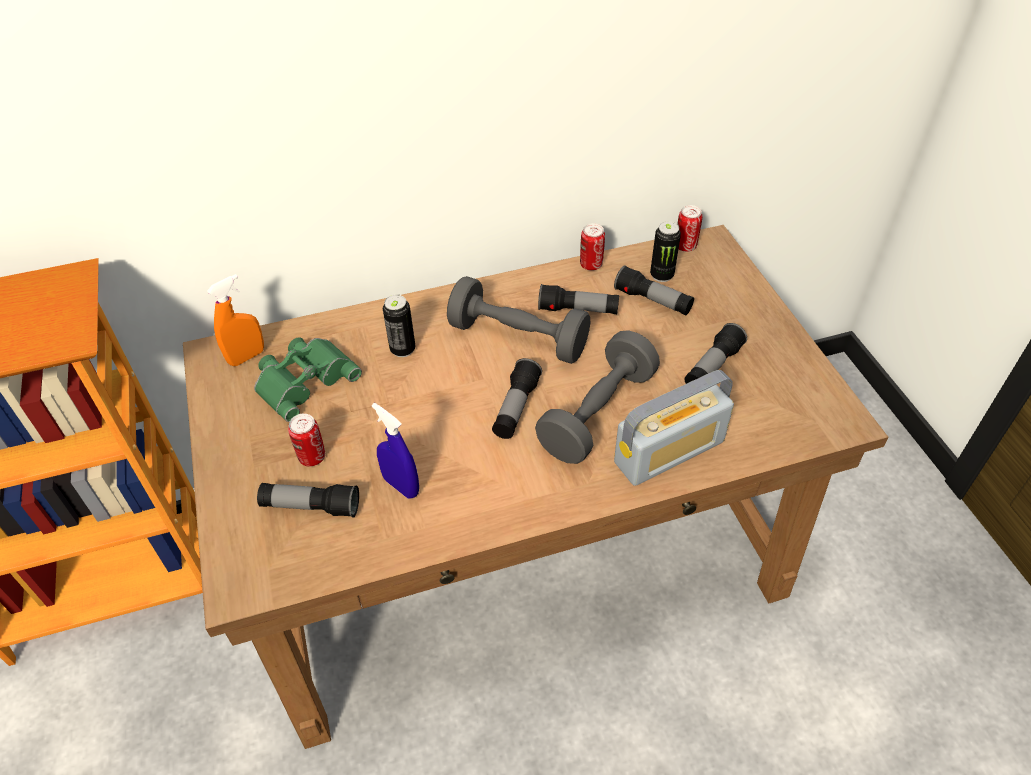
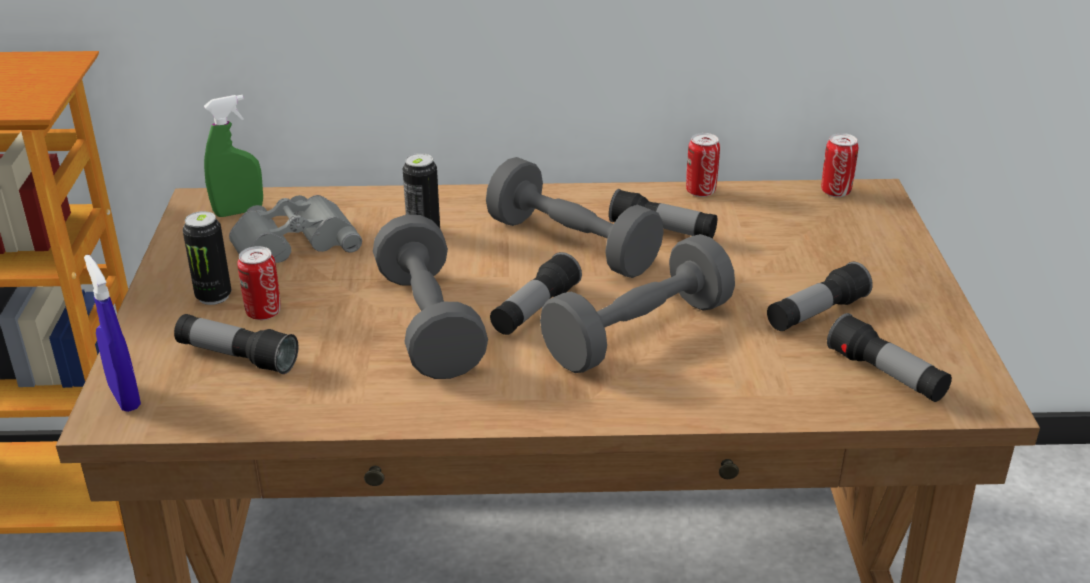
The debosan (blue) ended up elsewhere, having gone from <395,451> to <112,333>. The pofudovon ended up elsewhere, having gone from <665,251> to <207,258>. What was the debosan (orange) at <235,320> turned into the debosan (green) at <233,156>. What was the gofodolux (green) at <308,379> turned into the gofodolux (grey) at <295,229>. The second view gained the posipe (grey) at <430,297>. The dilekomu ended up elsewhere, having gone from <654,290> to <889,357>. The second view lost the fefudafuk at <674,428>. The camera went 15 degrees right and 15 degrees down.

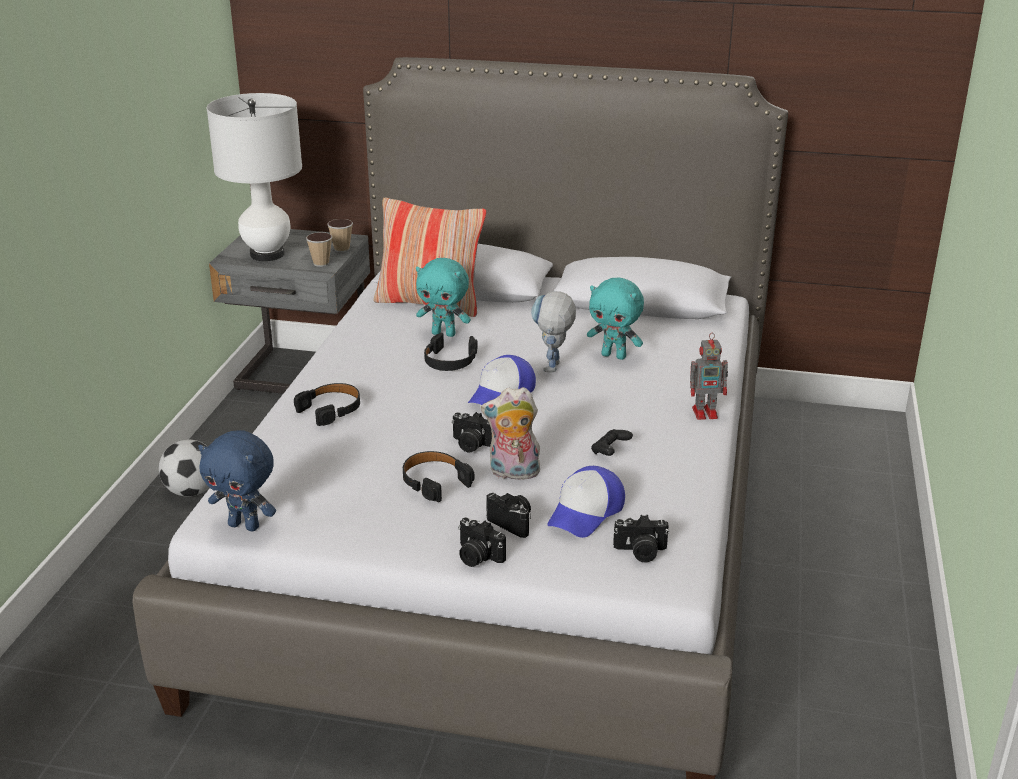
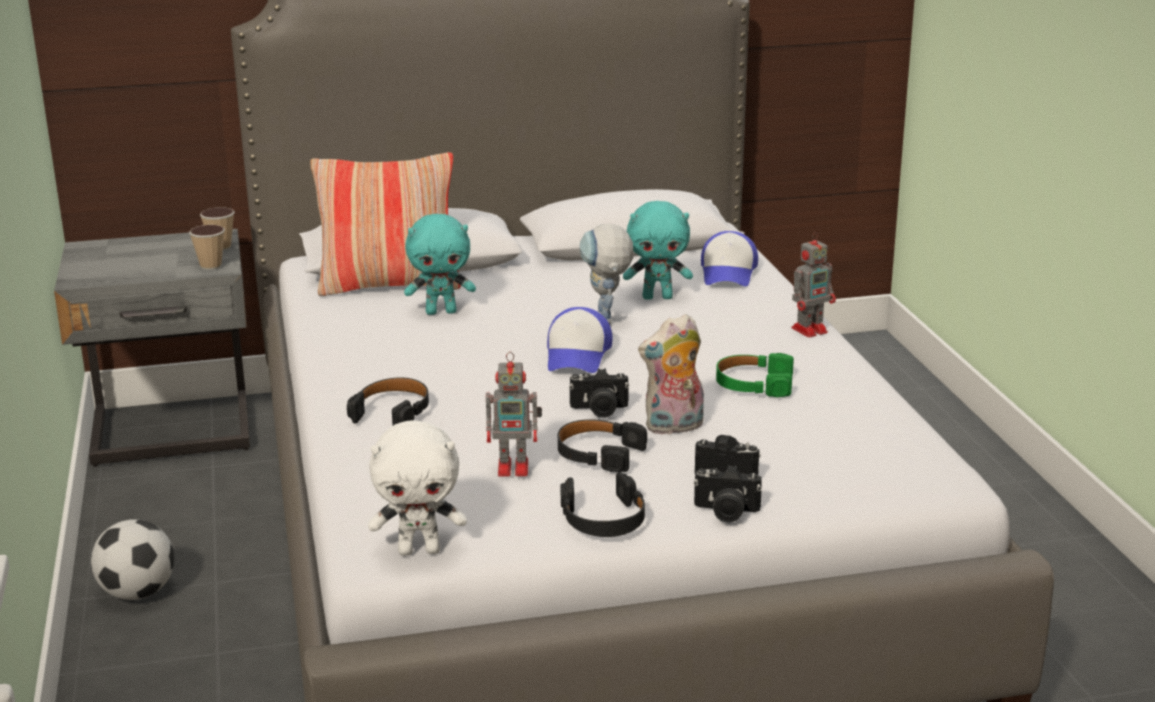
What was the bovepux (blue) at <237,480> turned into the bovepux (white) at <417,488>. The second view gained the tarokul at <514,414>. The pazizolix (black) ended up elsewhere, having gone from <450,352> to <603,504>. The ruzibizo ended up elsewhere, having gone from <586,502> to <729,258>. Where the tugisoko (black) stood at <612,442>, the pazizolix (green) came to stand at <755,375>. The second view lost the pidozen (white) at <254,177>. The second view lost the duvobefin at <641,539>. The camera went 25 degrees left and 5 degrees down.

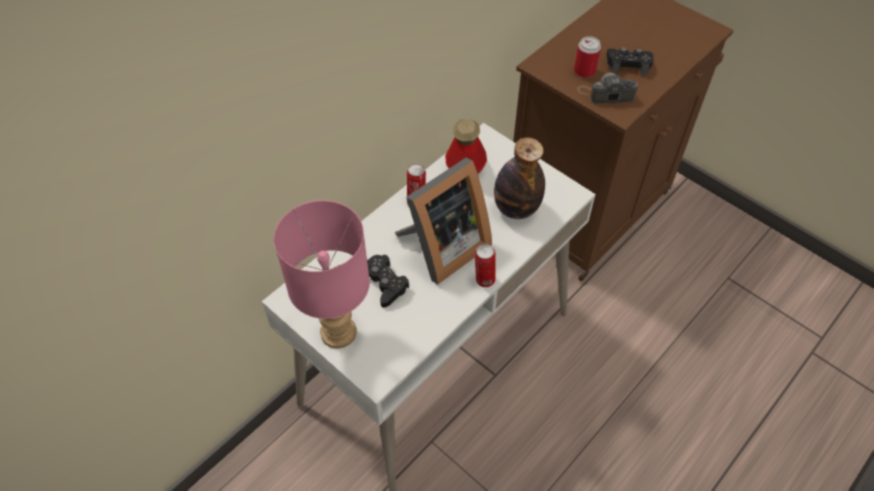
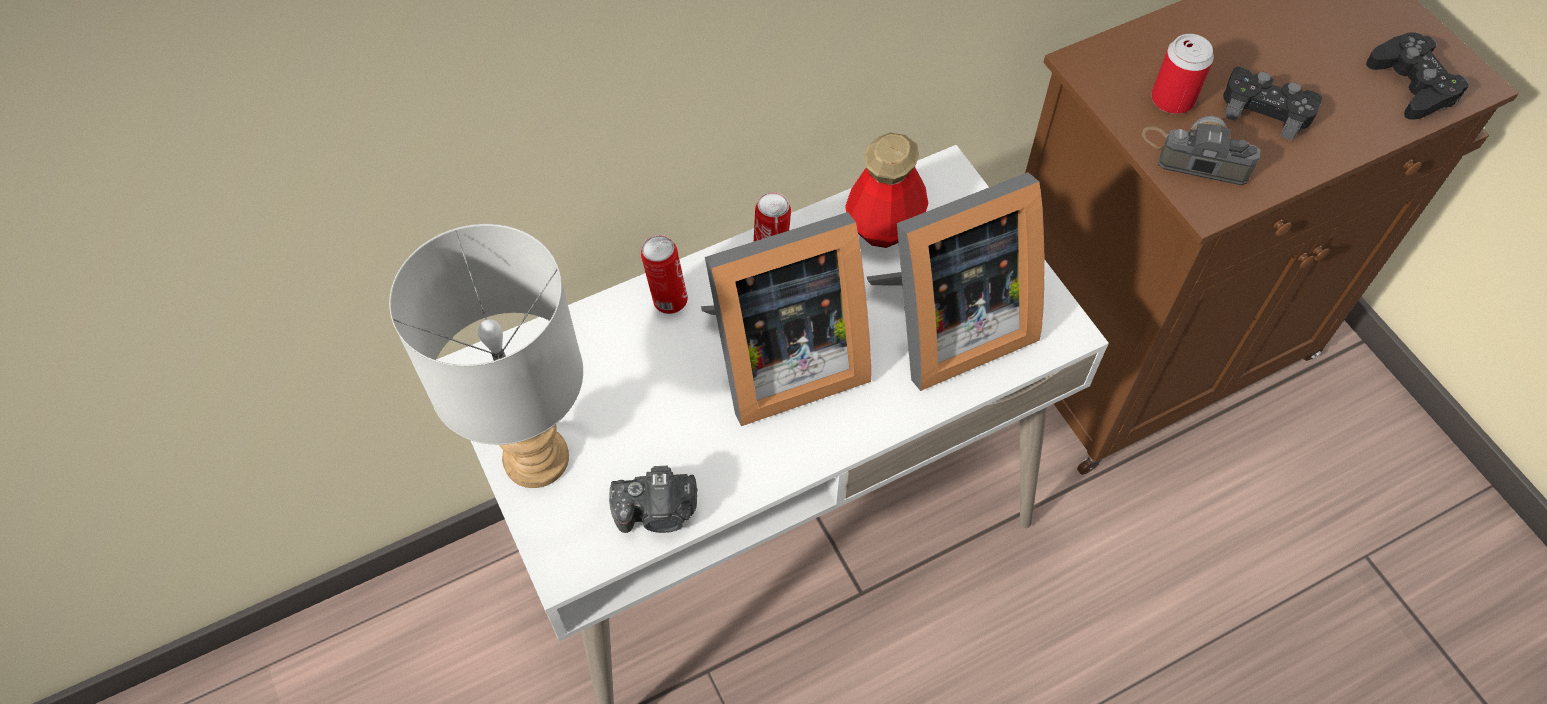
What was the pidozen (pink) at <322,274> turned into the pidozen (grey) at <486,356>. The second view gained the duvobefin at <653,499>. The pofudovon ended up elsewhere, having gone from <485,265> to <664,274>. Where the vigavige stood at <519,178>, the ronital came to stand at <955,281>. The tugisoko (black) ended up elsewhere, having gone from <388,281> to <1417,76>. The camera went 20 degrees right and 5 degrees up.

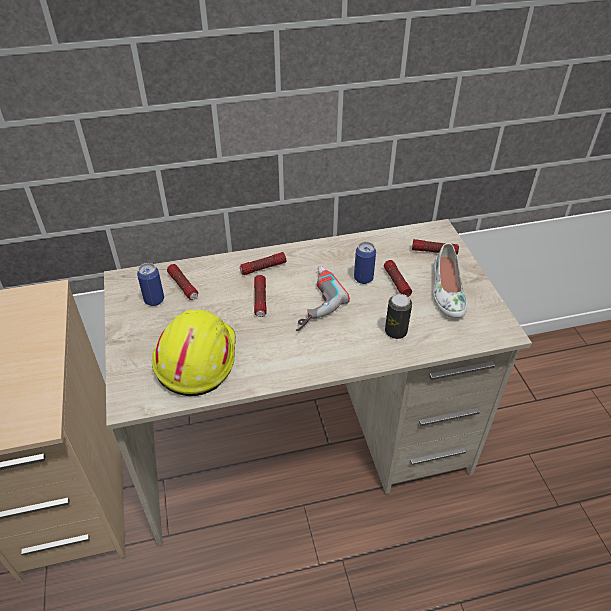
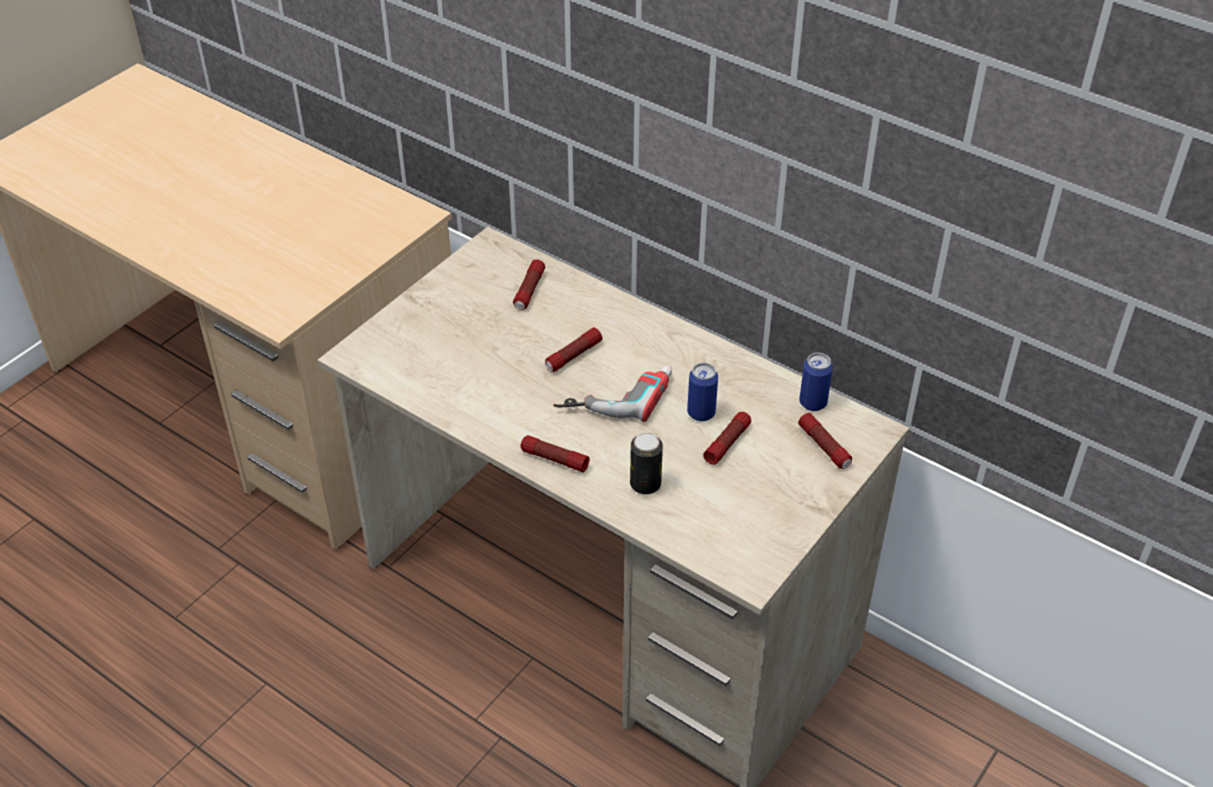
The dilekomu ended up elsewhere, having gone from <263,263> to <555,453>. The pofudovon ended up elsewhere, having gone from <150,284> to <816,382>. The second view lost the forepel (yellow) at <193,353>. The second view lost the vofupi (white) at <450,280>. The camera went 50 degrees right and 0 degrees up.

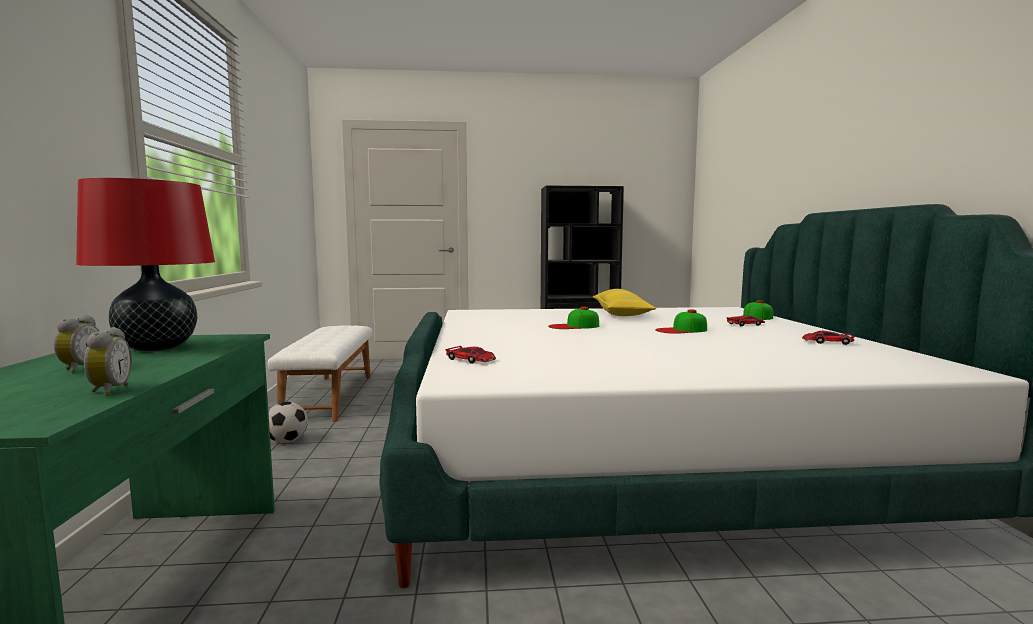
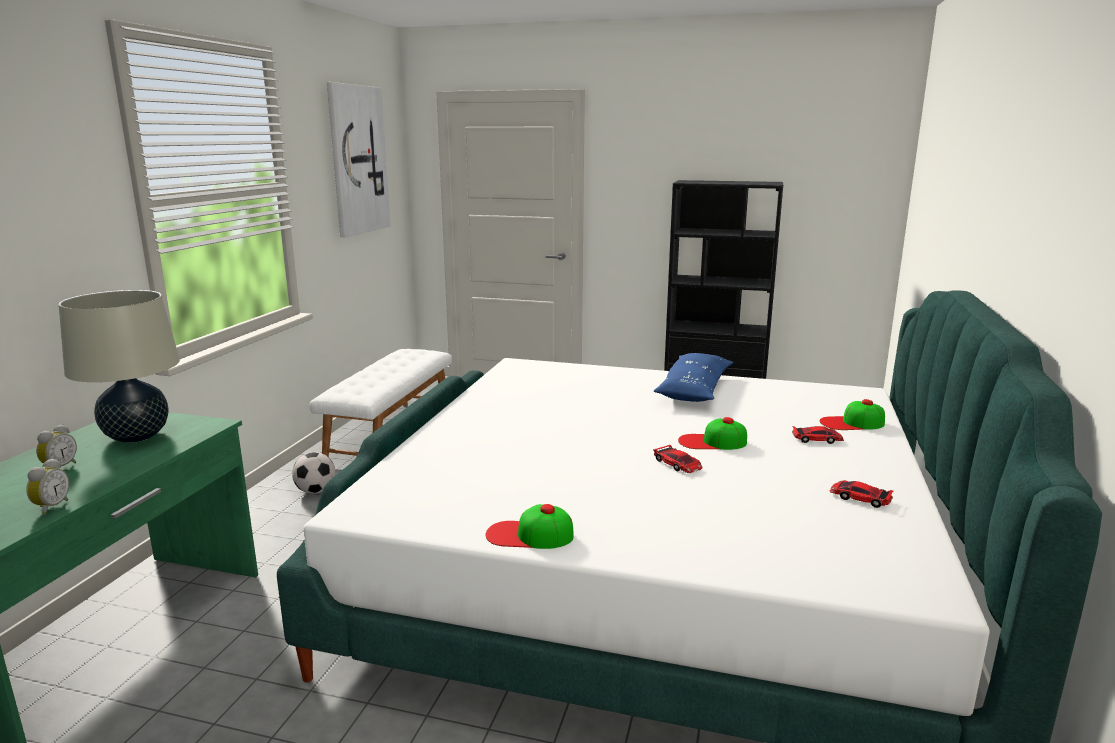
What was the pidozen (red) at <145,264> turned into the pidozen (beige) at <119,366>. The second view gained the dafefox at <359,159>. The ruzibizo ended up elsewhere, having gone from <573,318> to <530,526>. The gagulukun ended up elsewhere, having gone from <470,355> to <677,459>. What was the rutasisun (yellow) at <624,302> turned into the rutasisun (blue) at <693,377>. The camera went 20 degrees right and 10 degrees up.

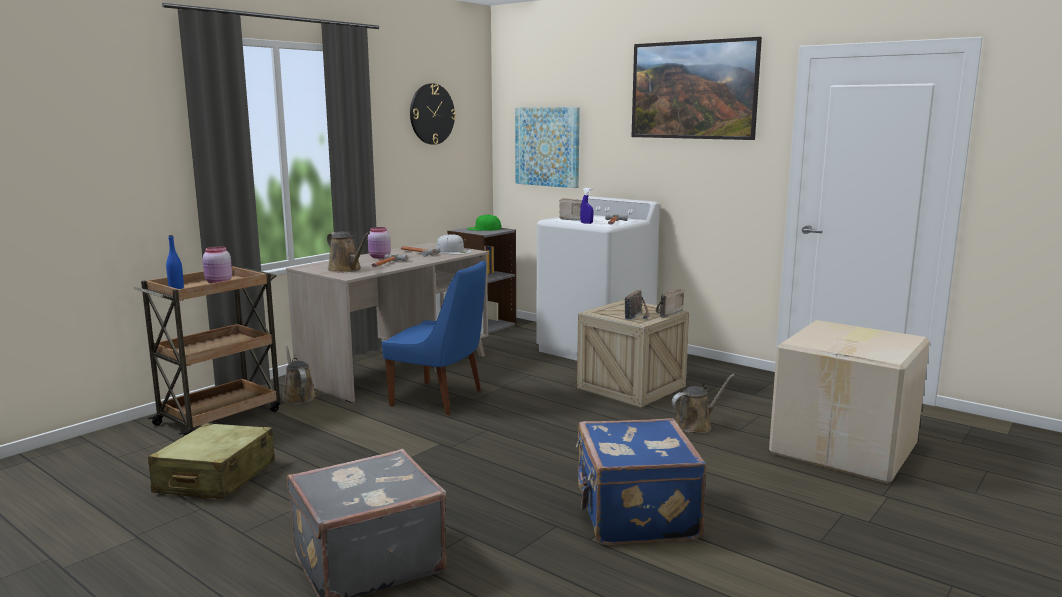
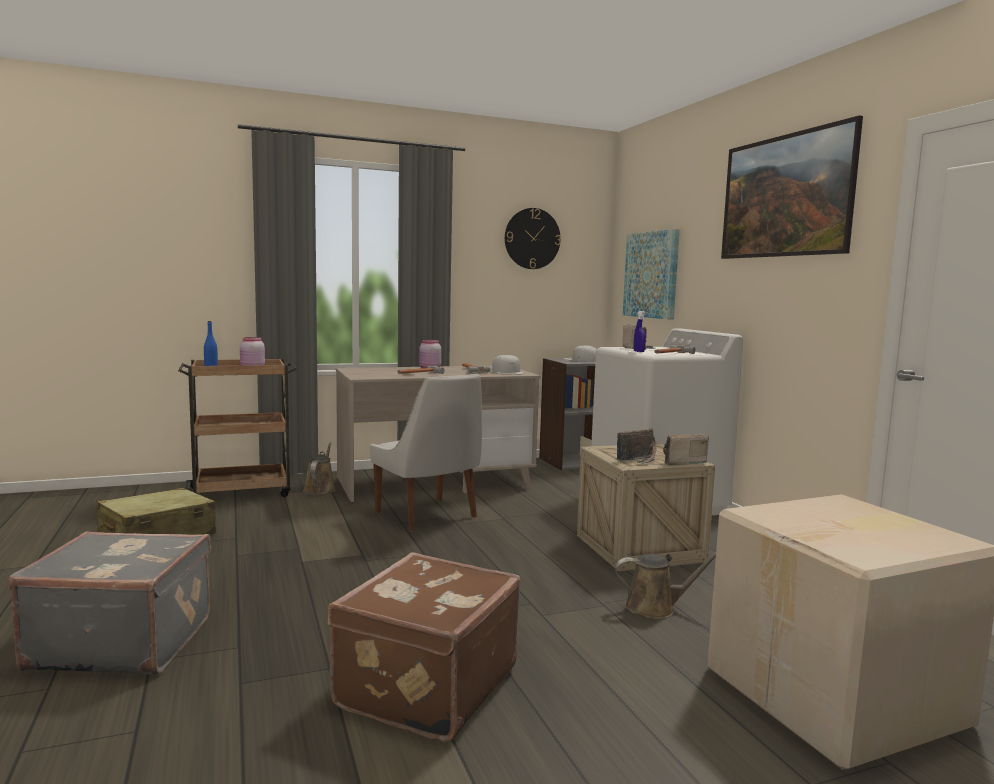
What was the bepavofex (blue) at <641,481> turned into the bepavofex (brown) at <424,647>. What was the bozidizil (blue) at <434,338> turned into the bozidizil (white) at <426,453>. What was the ruzibizo (green) at <484,222> turned into the ruzibizo (white) at <580,353>. The second view lost the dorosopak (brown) at <348,251>. The camera went 30 degrees right and 5 degrees down.

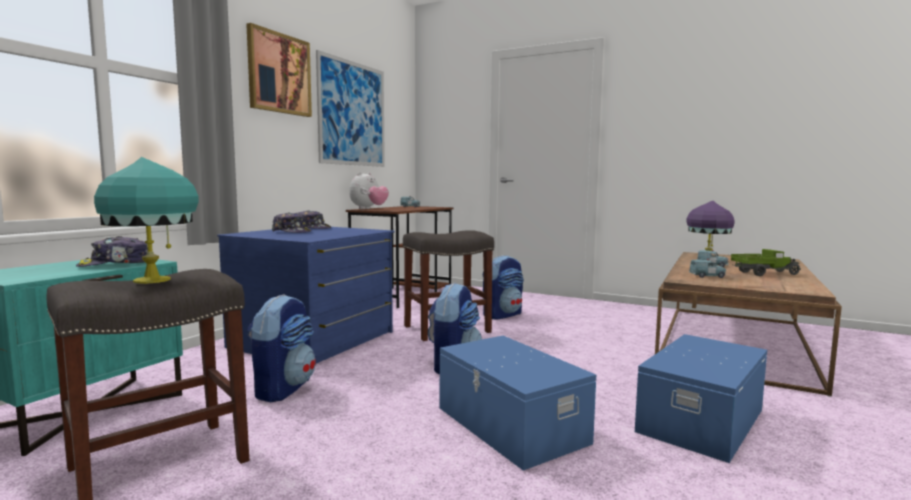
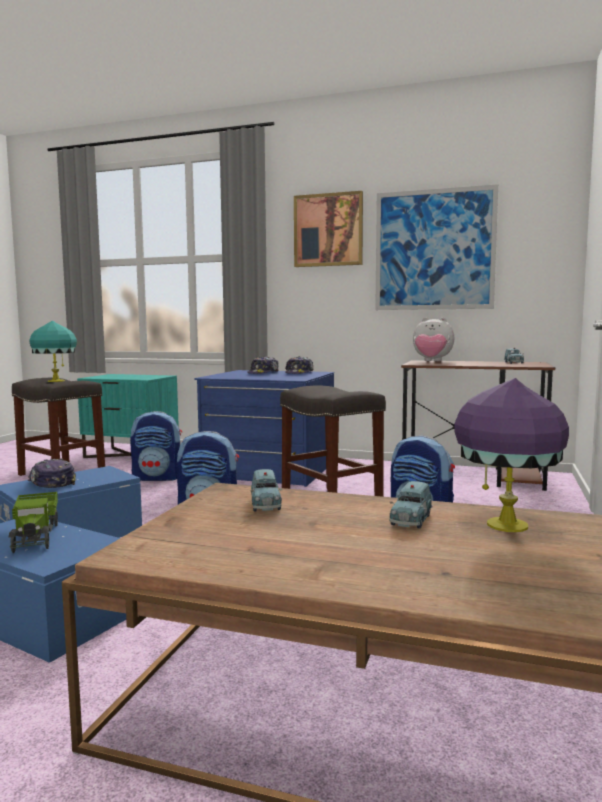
The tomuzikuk ended up elsewhere, having gone from <766,262> to <33,522>. The ruzibizo ended up elsewhere, having gone from <112,251> to <52,473>. The camera went 80 degrees right and 0 degrees up.

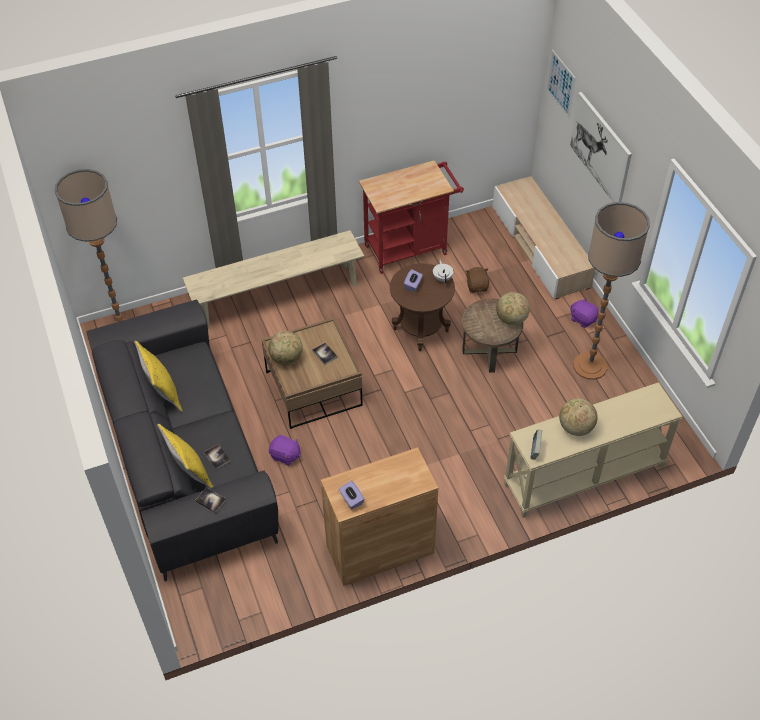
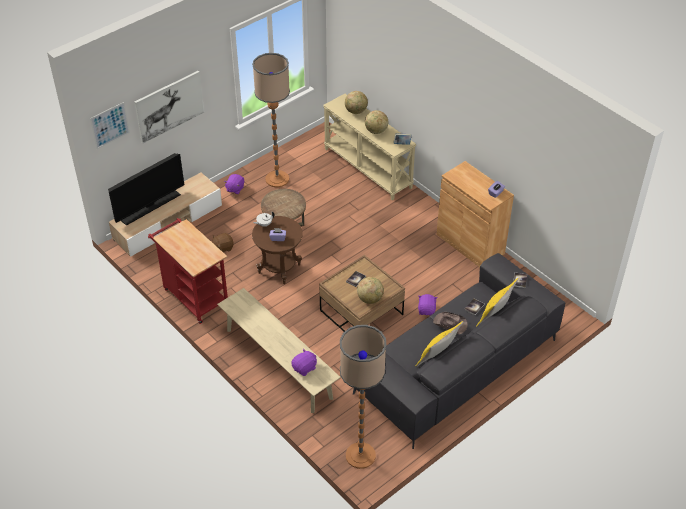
The second view gained the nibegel at <146,189>. The second view gained the bovepux (purple) at <304,362>. The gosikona ended up elsewhere, having gone from <513,308> to <356,102>. The second view gained the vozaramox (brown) at <450,323>. The camera went 110 degrees left and 5 degrees down.

